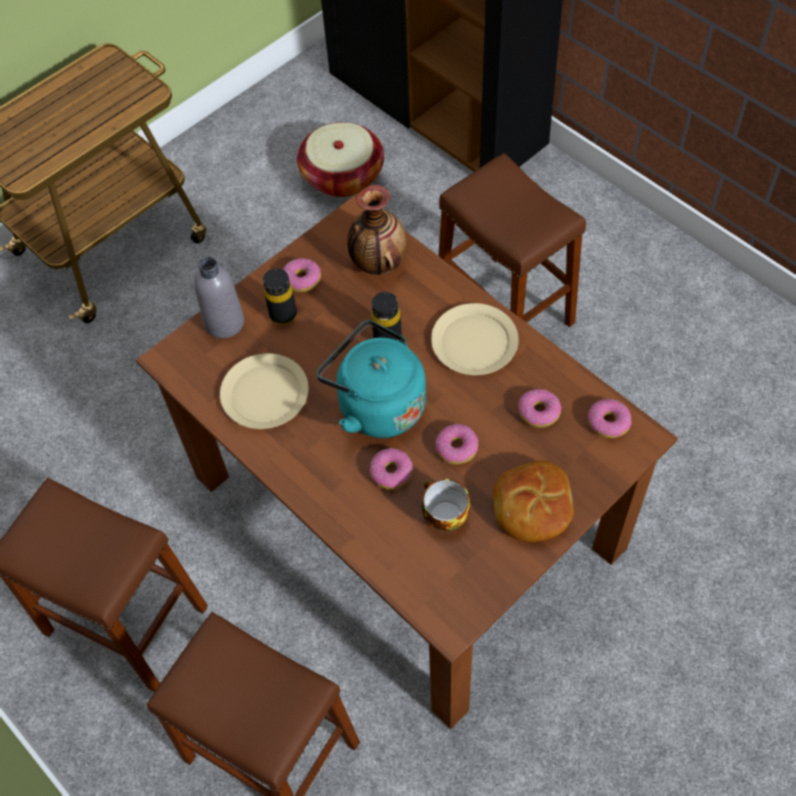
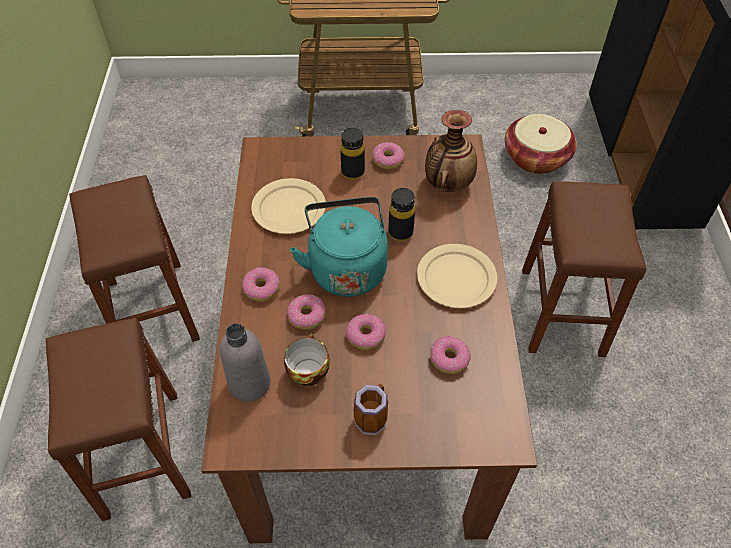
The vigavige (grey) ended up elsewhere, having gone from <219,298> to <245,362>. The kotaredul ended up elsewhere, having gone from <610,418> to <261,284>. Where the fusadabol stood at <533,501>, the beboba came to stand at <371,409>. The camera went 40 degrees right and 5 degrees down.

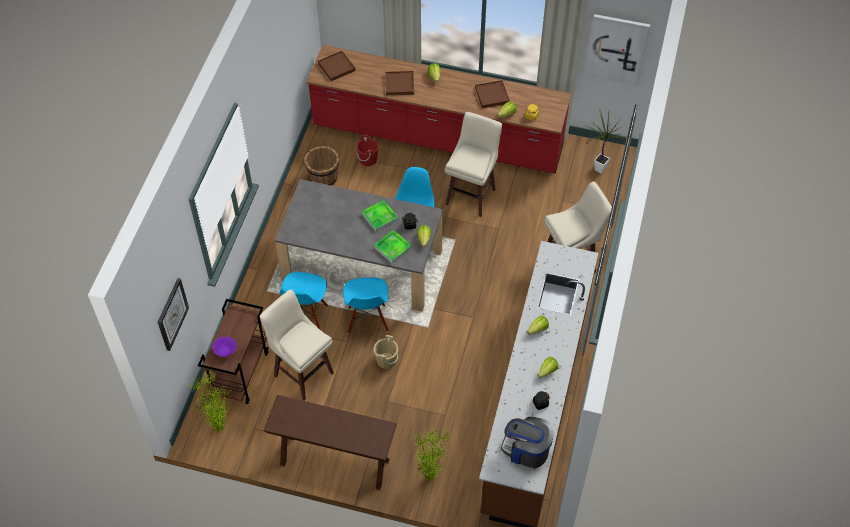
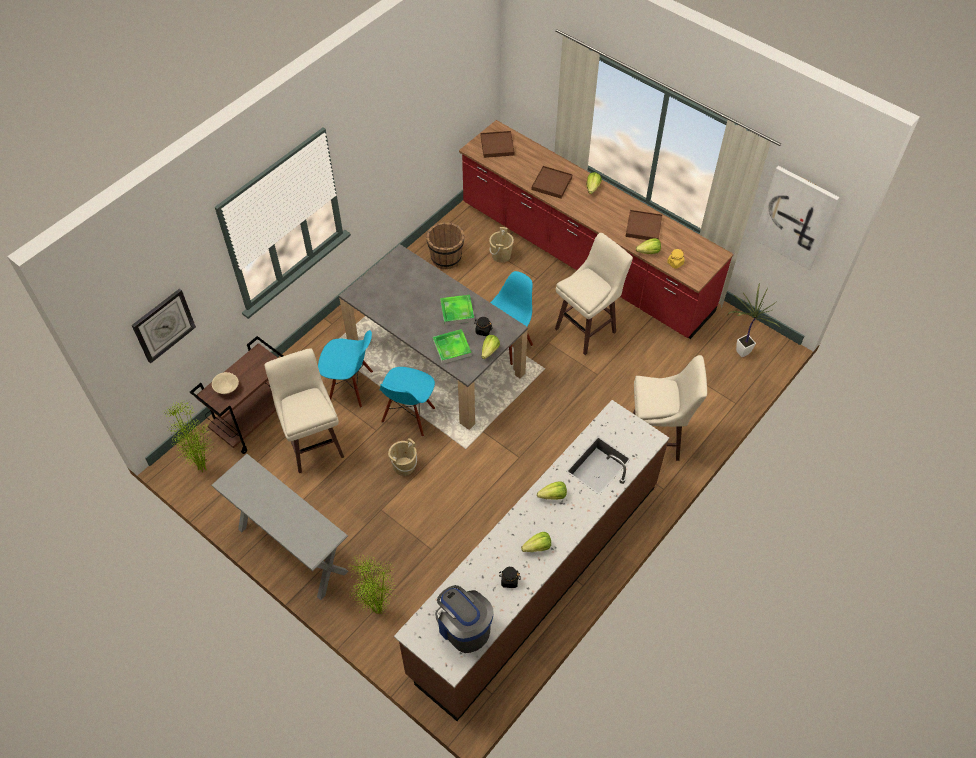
What was the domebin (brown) at <330,442> turned into the domebin (grey) at <280,527>. What was the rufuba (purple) at <225,347> turned into the rufuba (beige) at <225,383>. The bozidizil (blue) at <303,300> ended up facing another way, 120 degrees counterclockwise from before. What was the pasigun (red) at <368,150> turned into the pasigun (beige) at <501,245>. The camera went 25 degrees right and 0 degrees up.

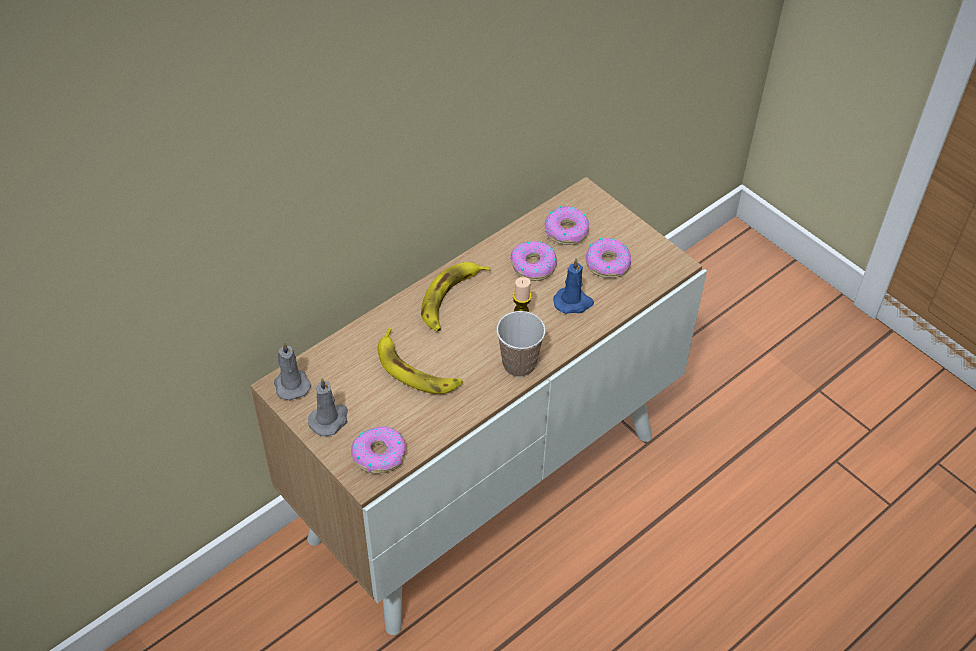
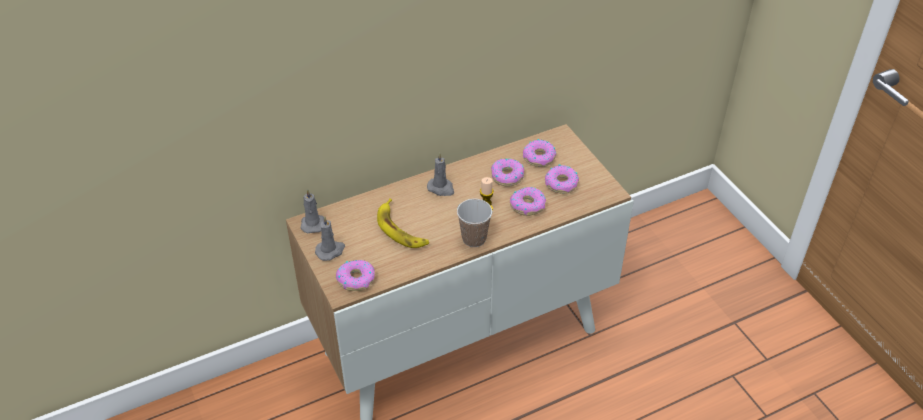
Where the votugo stood at <455,297>, the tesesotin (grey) came to stand at <440,174>. Where the tesesotin (blue) stood at <574,286>, the kotaredul came to stand at <528,201>. The camera went 15 degrees right and 5 degrees down.

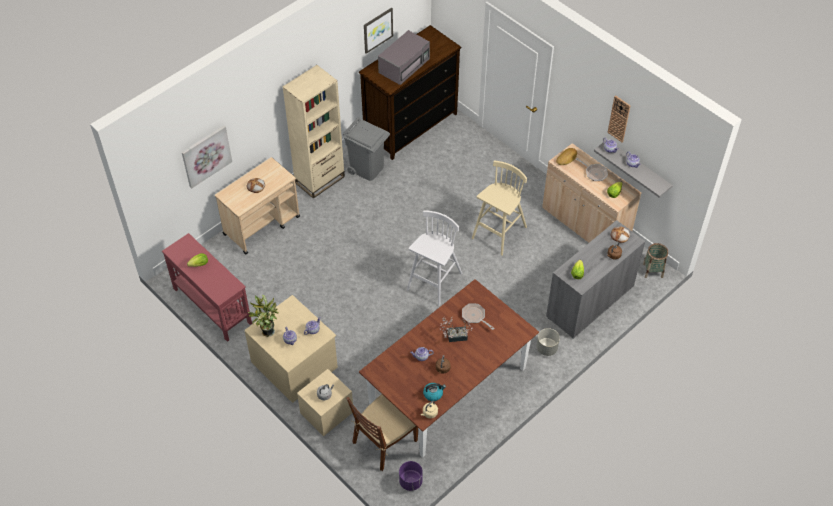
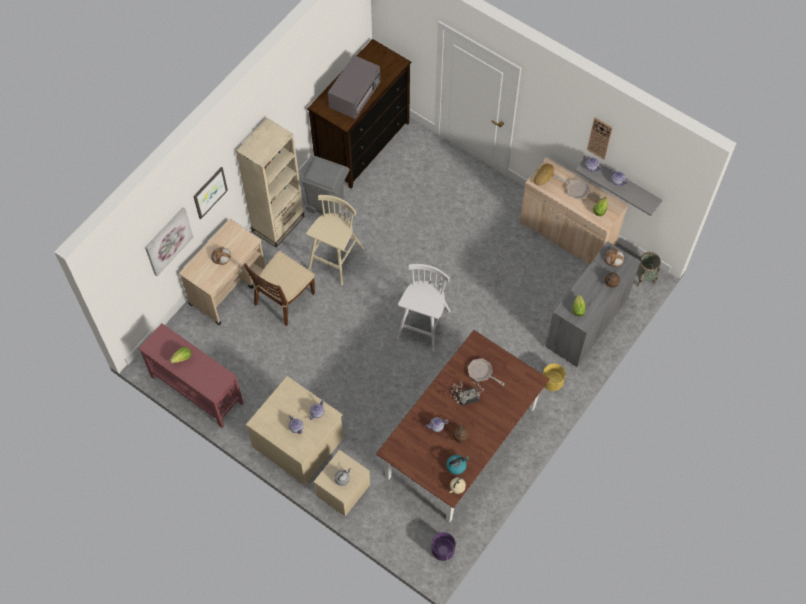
The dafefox ended up elsewhere, having gone from <378,31> to <210,193>. The bozidizil (brown) ended up elsewhere, having gone from <382,432> to <279,288>. The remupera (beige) ended up elsewhere, having gone from <499,208> to <335,240>. What was the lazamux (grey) at <548,342> turned into the lazamux (yellow) at <554,377>. The second view lost the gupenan at <263,316>. The camera went 10 degrees left and 10 degrees up.

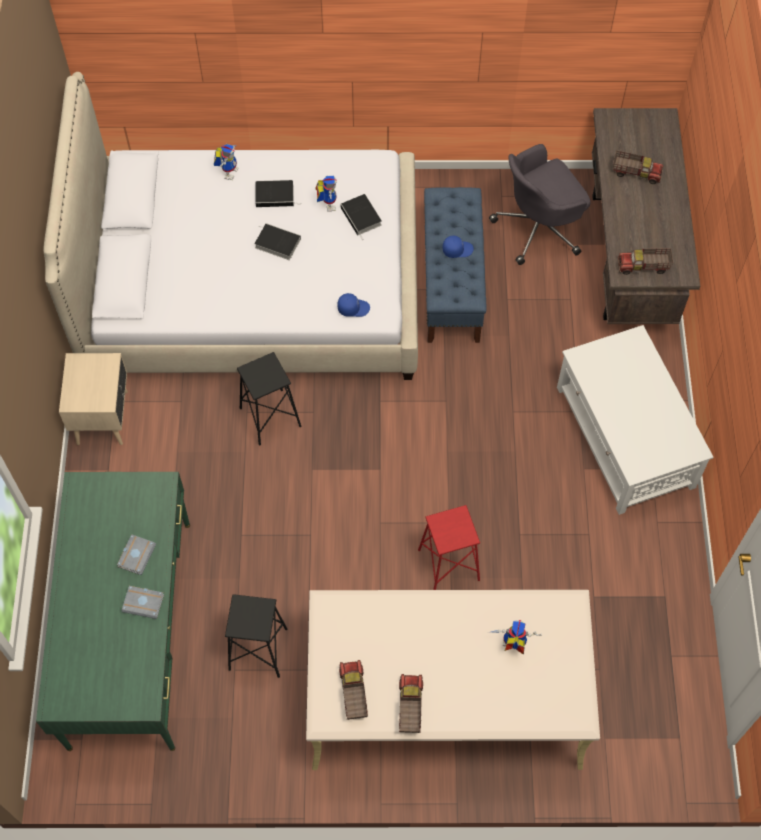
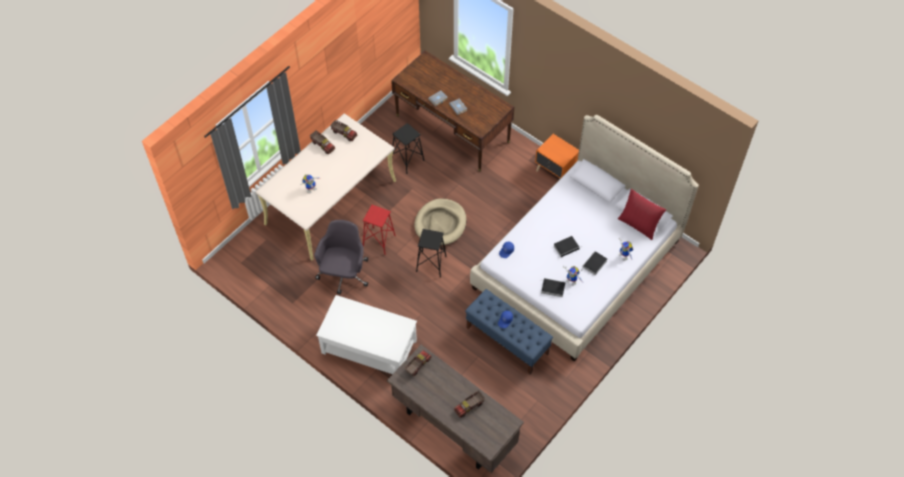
The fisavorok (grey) ended up elsewhere, having gone from <540,204> to <341,257>. What was the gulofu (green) at <113,611> turned into the gulofu (brown) at <452,110>. The second view gained the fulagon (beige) at <440,222>. The remupera (black) ended up elsewhere, having gone from <269,398> to <431,253>. What was the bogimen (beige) at <93,399> turned into the bogimen (orange) at <557,156>. The second view gained the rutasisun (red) at <642,214>. The camera went 130 degrees right and 5 degrees down.

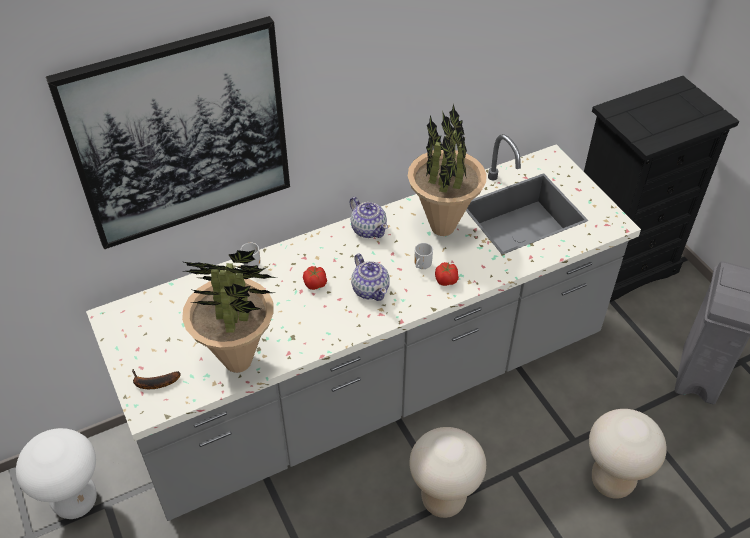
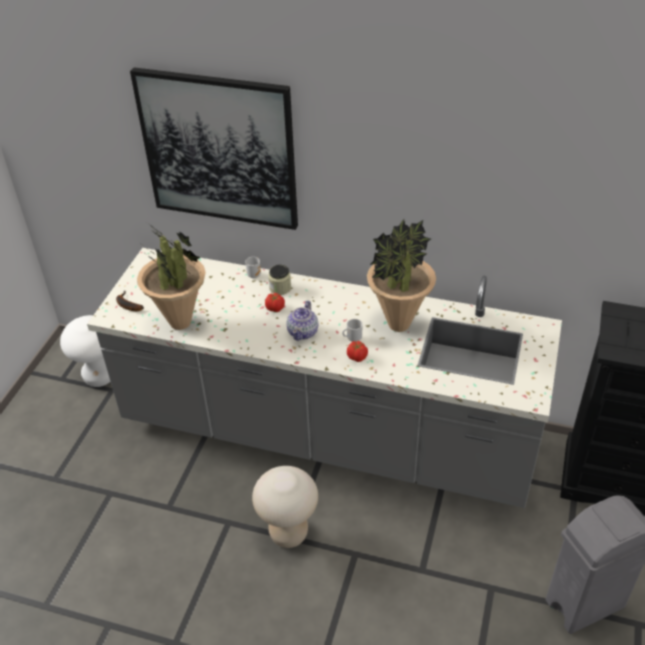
The second view gained the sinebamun at <279,280>. The second view lost the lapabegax at <369,217>. The second view lost the remupera (beige) at <628,454>. The camera went 45 degrees right and 5 degrees down.

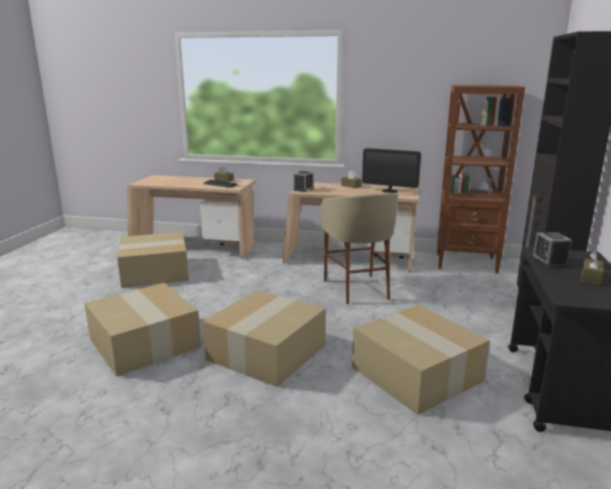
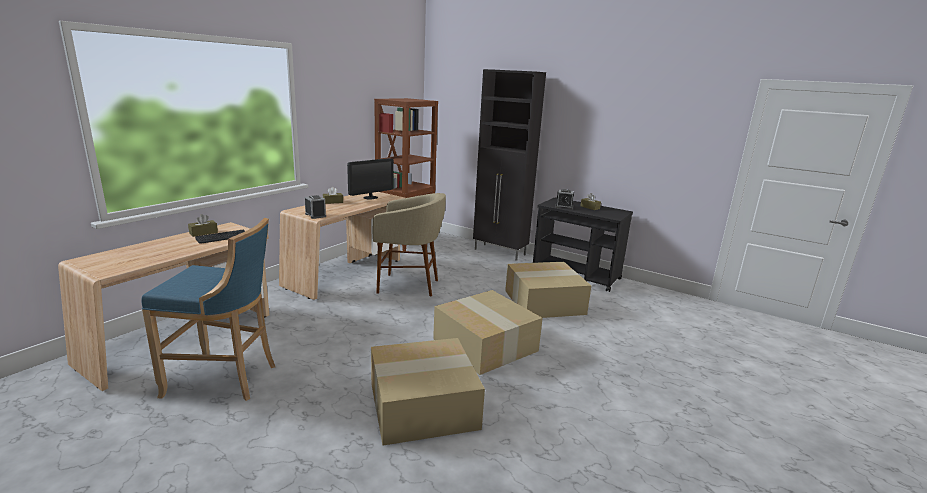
Where the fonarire stood at <153,260>, the remupera (blue) came to stand at <208,309>. The camera went 70 degrees left and 0 degrees up.

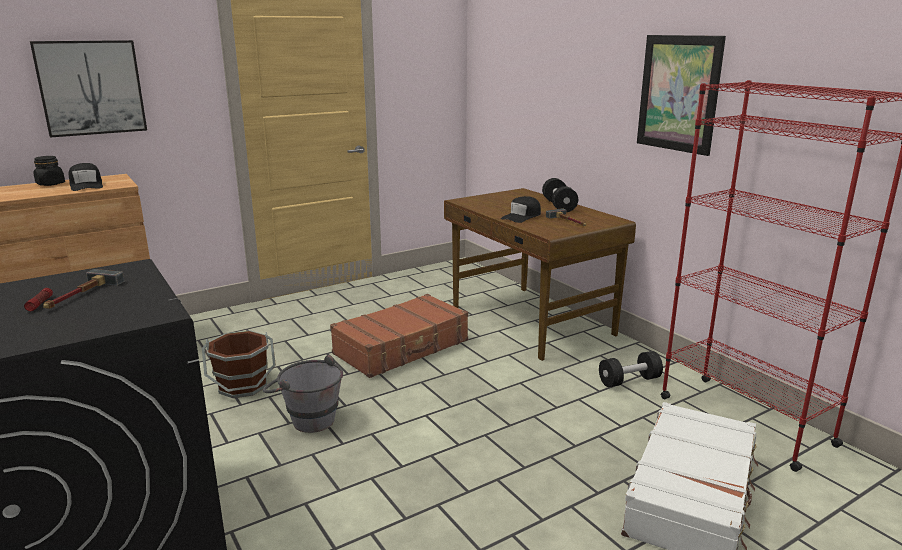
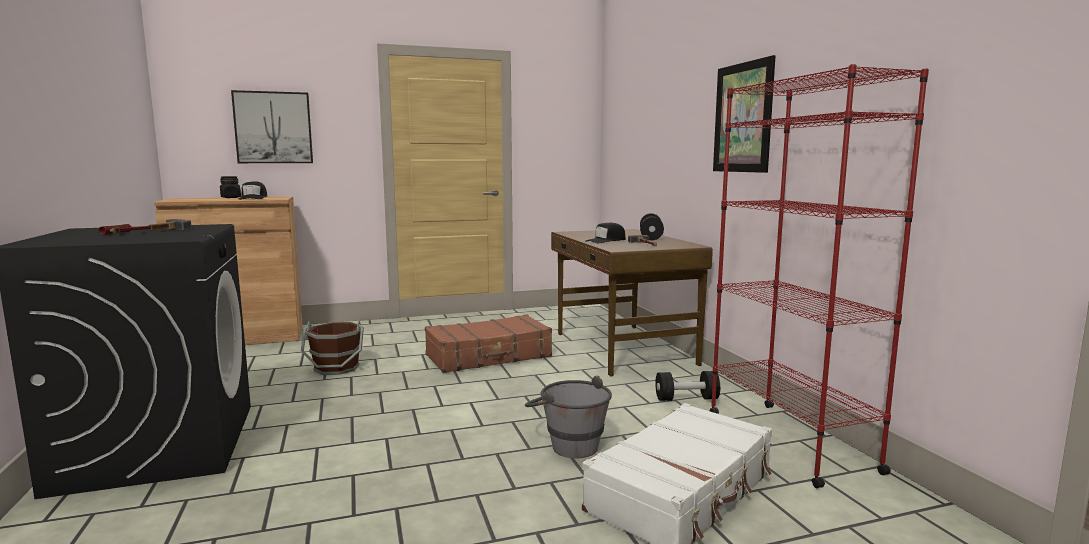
The pasigun (grey) ended up elsewhere, having gone from <303,394> to <568,417>. The camera went 15 degrees right and 10 degrees down.

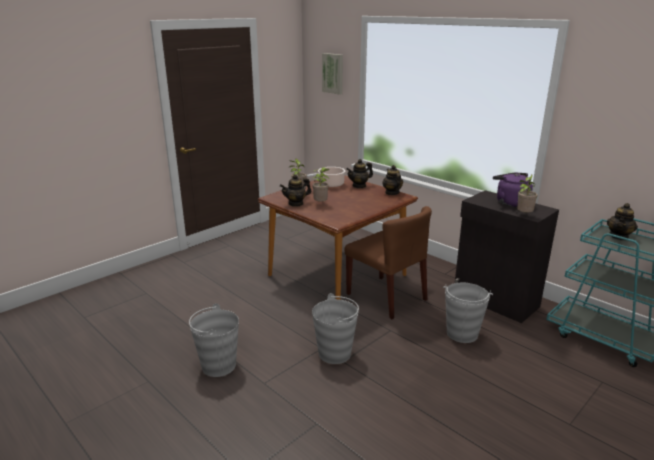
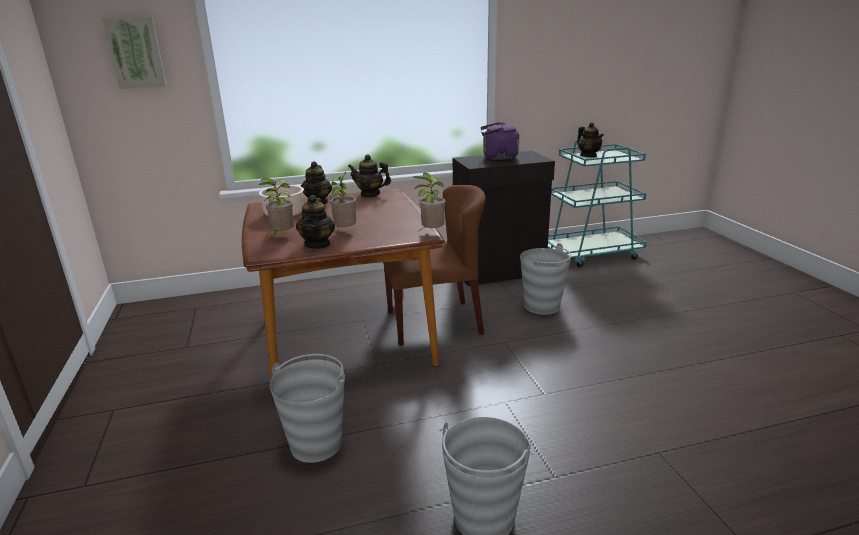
The pasigun (grey) ended up elsewhere, having gone from <335,328> to <307,408>. The gupenan ended up elsewhere, having gone from <527,193> to <430,202>. The camera went 60 degrees left and 0 degrees up.

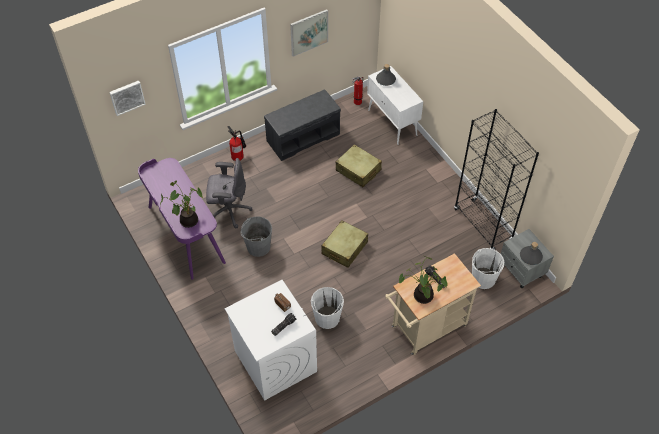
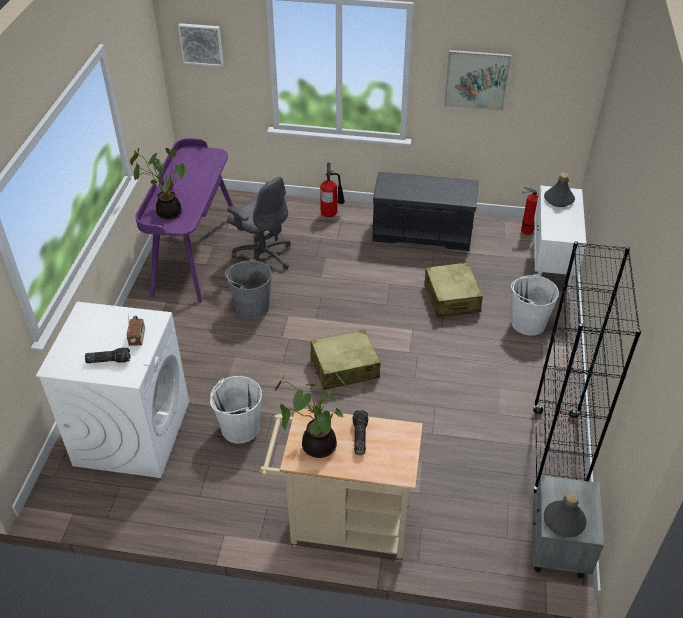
The pasigun (white) ended up elsewhere, having gone from <488,268> to <535,305>. The camera went 40 degrees right and 10 degrees down.

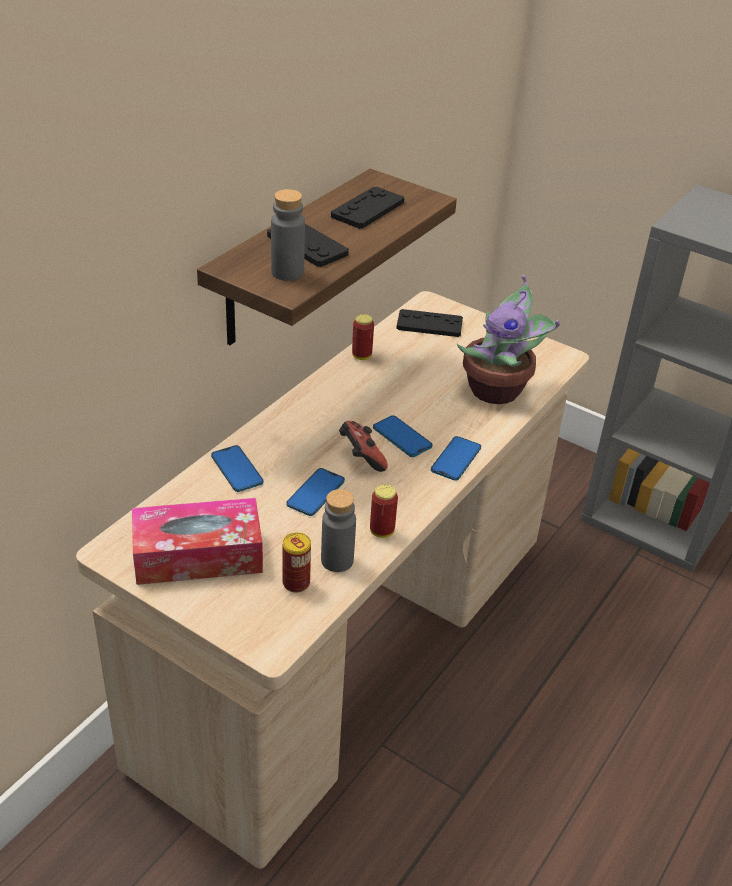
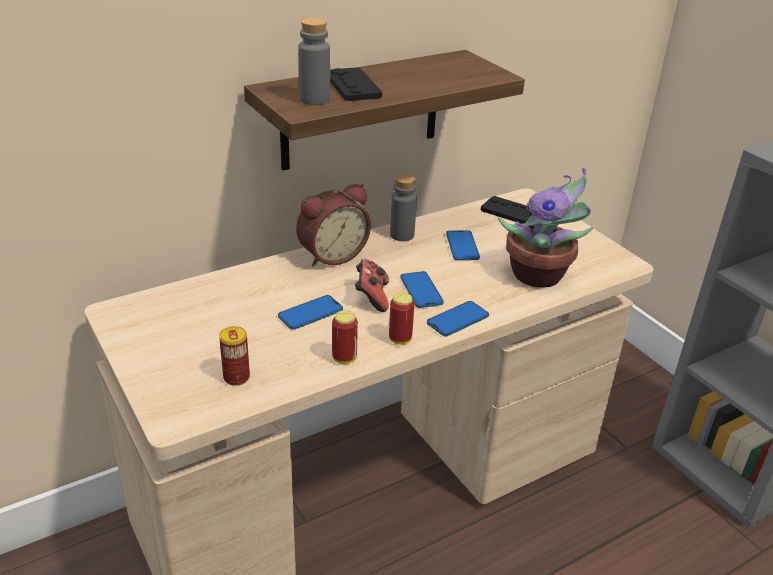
The second view gained the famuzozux at <333,225>. The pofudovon ended up elsewhere, having gone from <363,337> to <401,318>. The vigavige (grey) ended up elsewhere, having gone from <338,530> to <403,207>. The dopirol ended up elsewhere, having gone from <237,468> to <463,245>. The second view lost the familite at <197,541>. The second view lost the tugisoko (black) at <367,208>. The camera went 25 degrees right and 5 degrees down.

